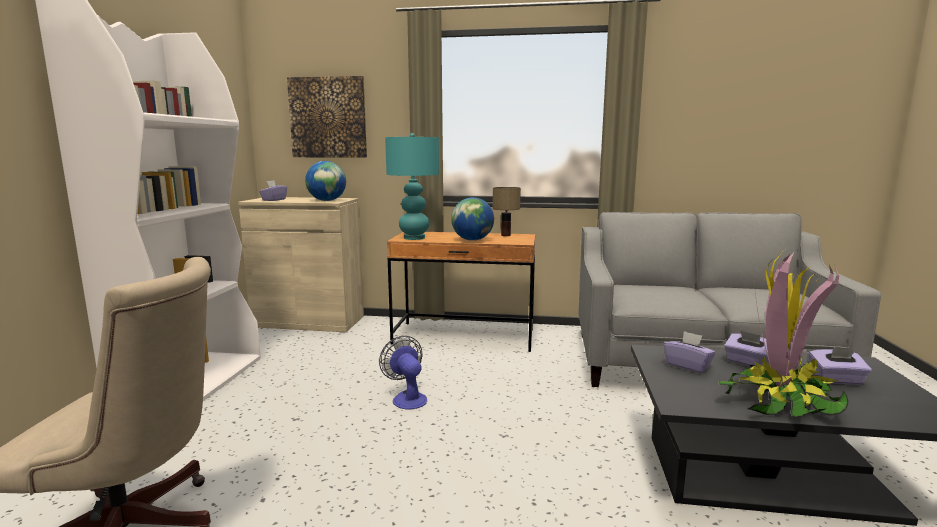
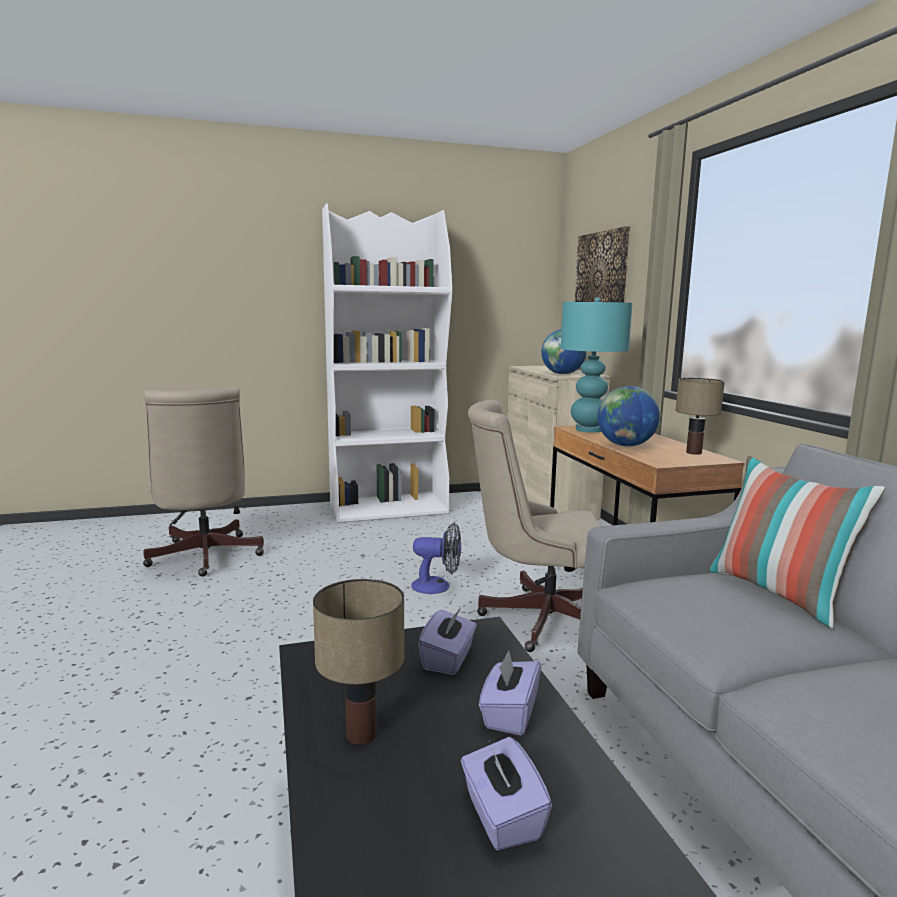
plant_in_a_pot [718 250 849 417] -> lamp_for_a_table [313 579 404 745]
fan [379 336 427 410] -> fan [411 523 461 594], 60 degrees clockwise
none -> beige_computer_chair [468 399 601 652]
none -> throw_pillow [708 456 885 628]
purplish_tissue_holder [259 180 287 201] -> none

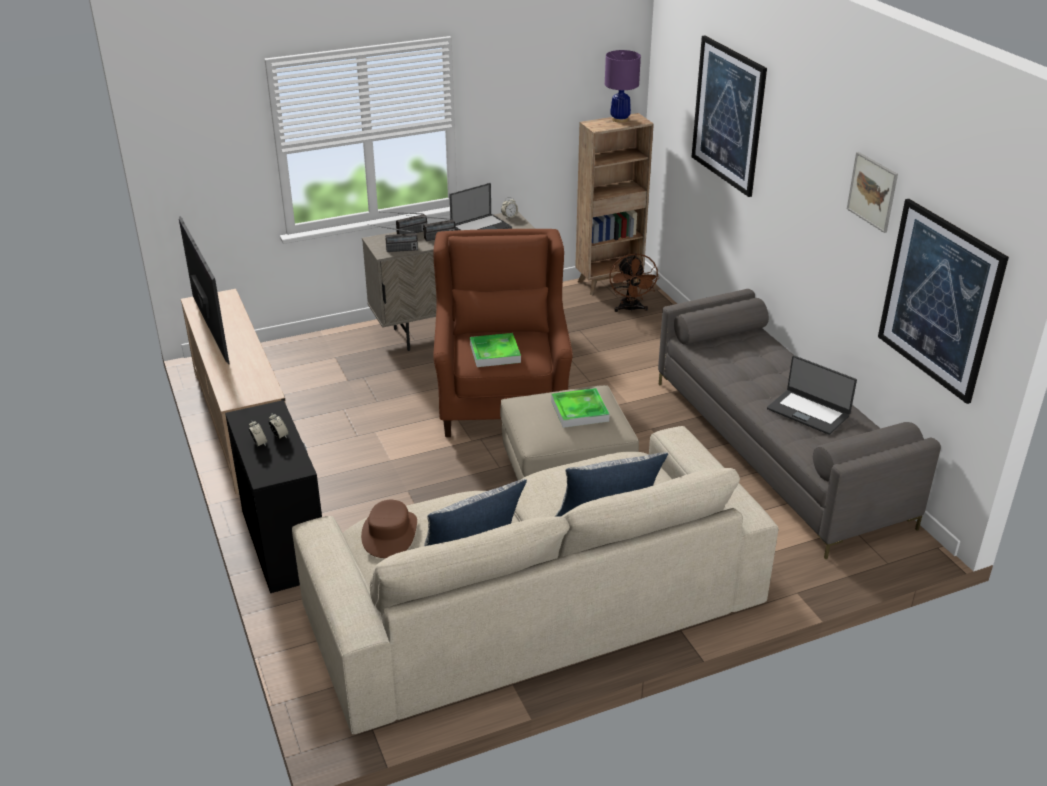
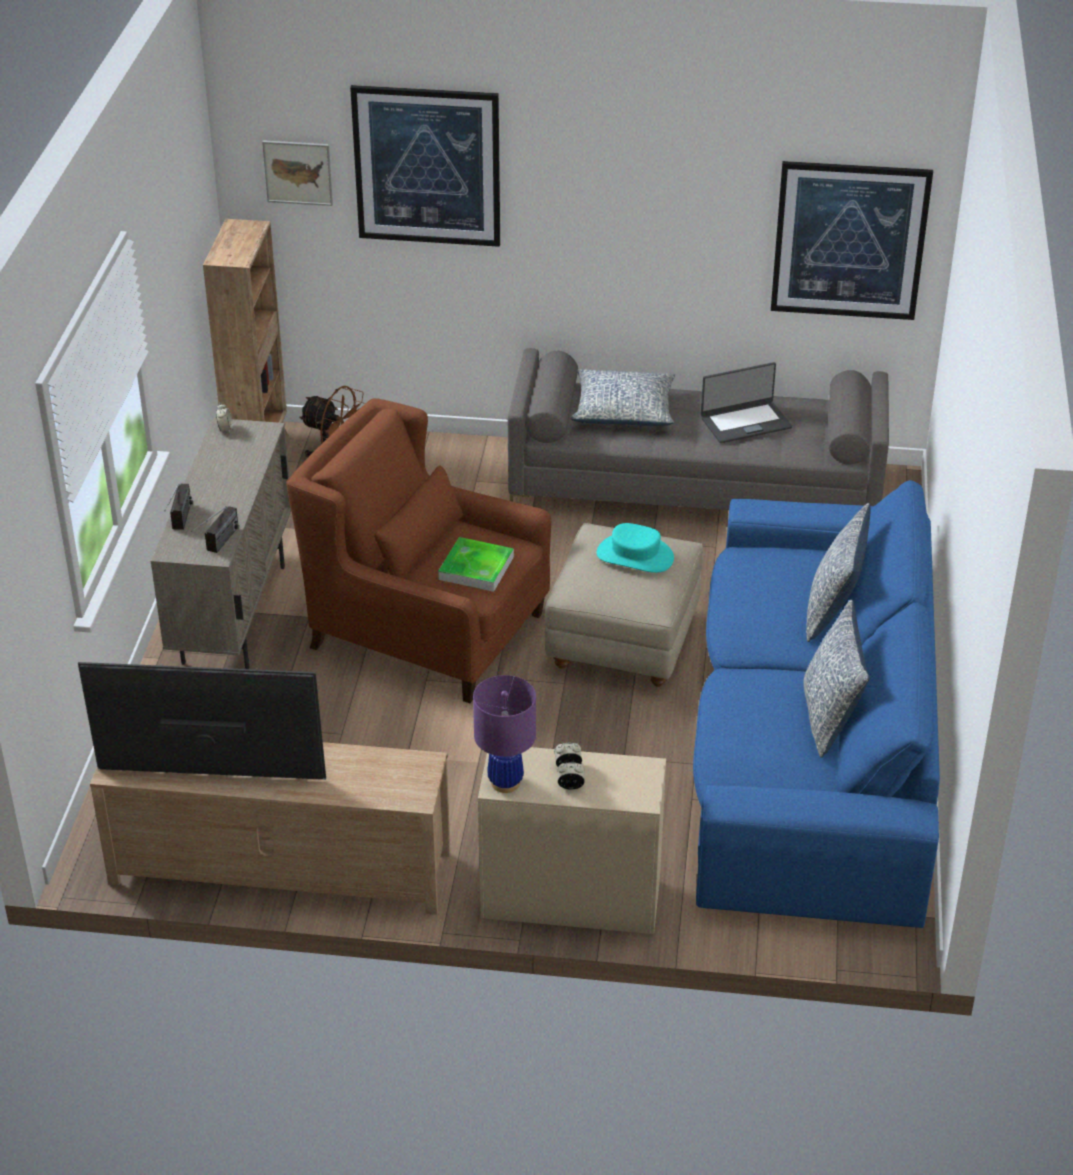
wall_picture [847 152 898 233] -> wall_picture [262 140 333 206], shifted
purplish_lamp_for_a_table [605 50 641 123] -> purplish_lamp_for_a_table [473 675 536 793], shifted
blackish_dresser [225 400 322 593] -> beige_dresser [478 747 666 934]
none -> throw_pillow [571 369 676 426]
serving_tray [551 388 610 428] -> turquoise-coloured_hat [597 523 674 573]
beige_couch [292 426 779 734] -> blue_couch [693 480 940 928]
brown-coloured_hat [361 500 417 558] -> none
radio_set [415 216 455 241] -> none
notebook_computer [449 183 512 230] -> none

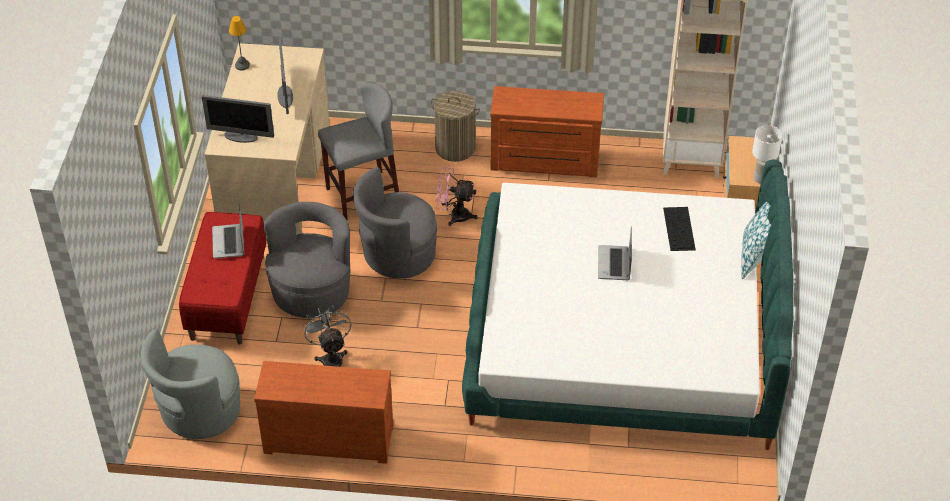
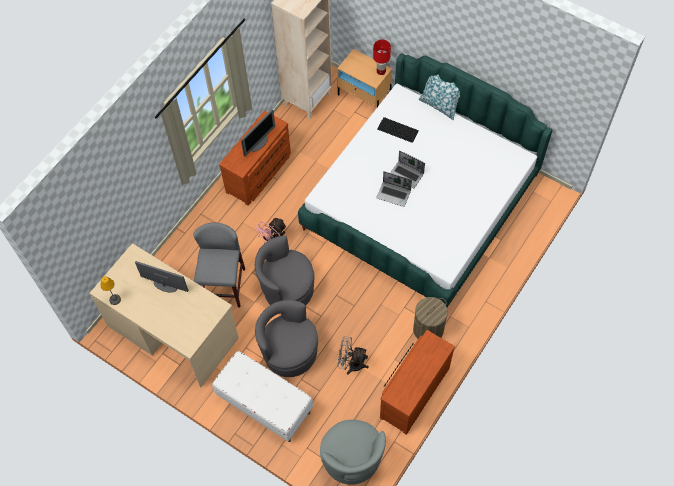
red-coloured_bench [179 212 267 344] -> white-coloured_bench [212 351 313 442]
monitor [202 95 274 143] -> monitor [241 109 275 157], shifted
greyish_armchair [353 167 437 279] -> greyish_armchair [255 236 315 305], 90 degrees clockwise
white-coloured_lamp_for_a_table [752 125 782 184] -> red-coloured_lamp_for_a_table [373 40 391 75]
notebook_computer [212 204 244 258] -> notebook_computer [376 171 412 207], shifted
hamper [430 91 480 162] -> hamper [413 297 448 339], shifted

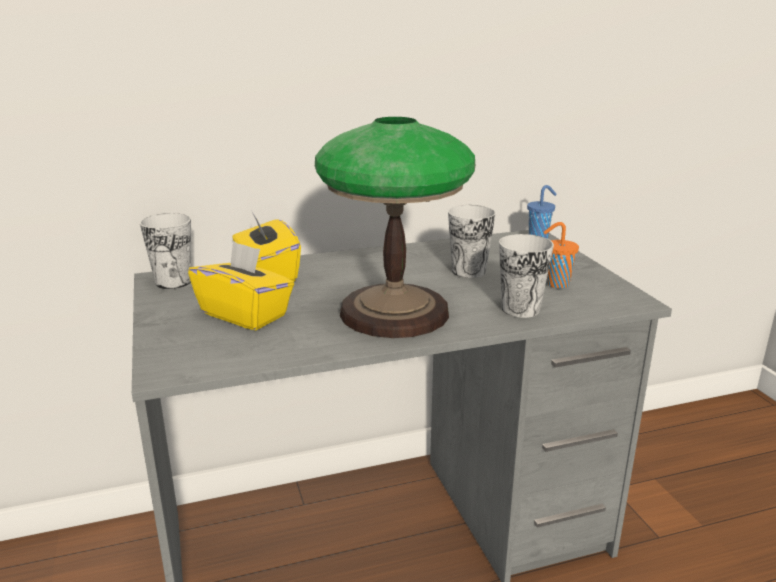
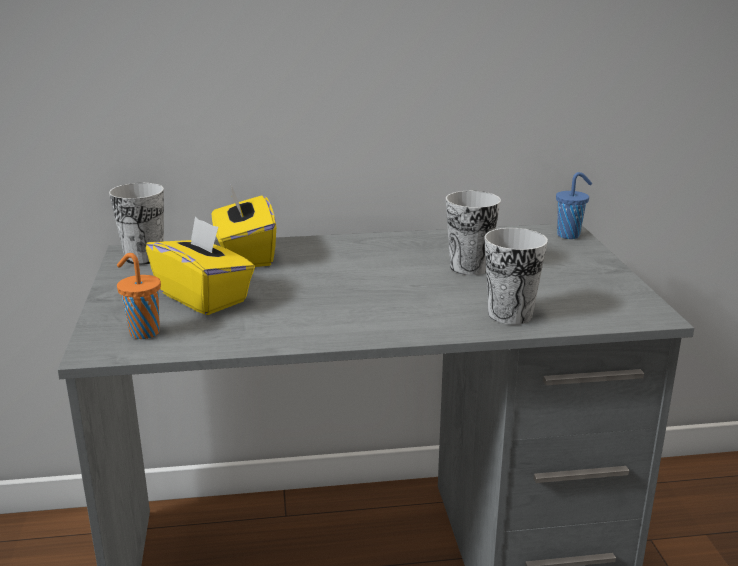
orangey_cup [543 222 579 288] -> orangey_cup [117 253 161 339], shifted
lamp_for_a_table [315 117 475 338] -> none

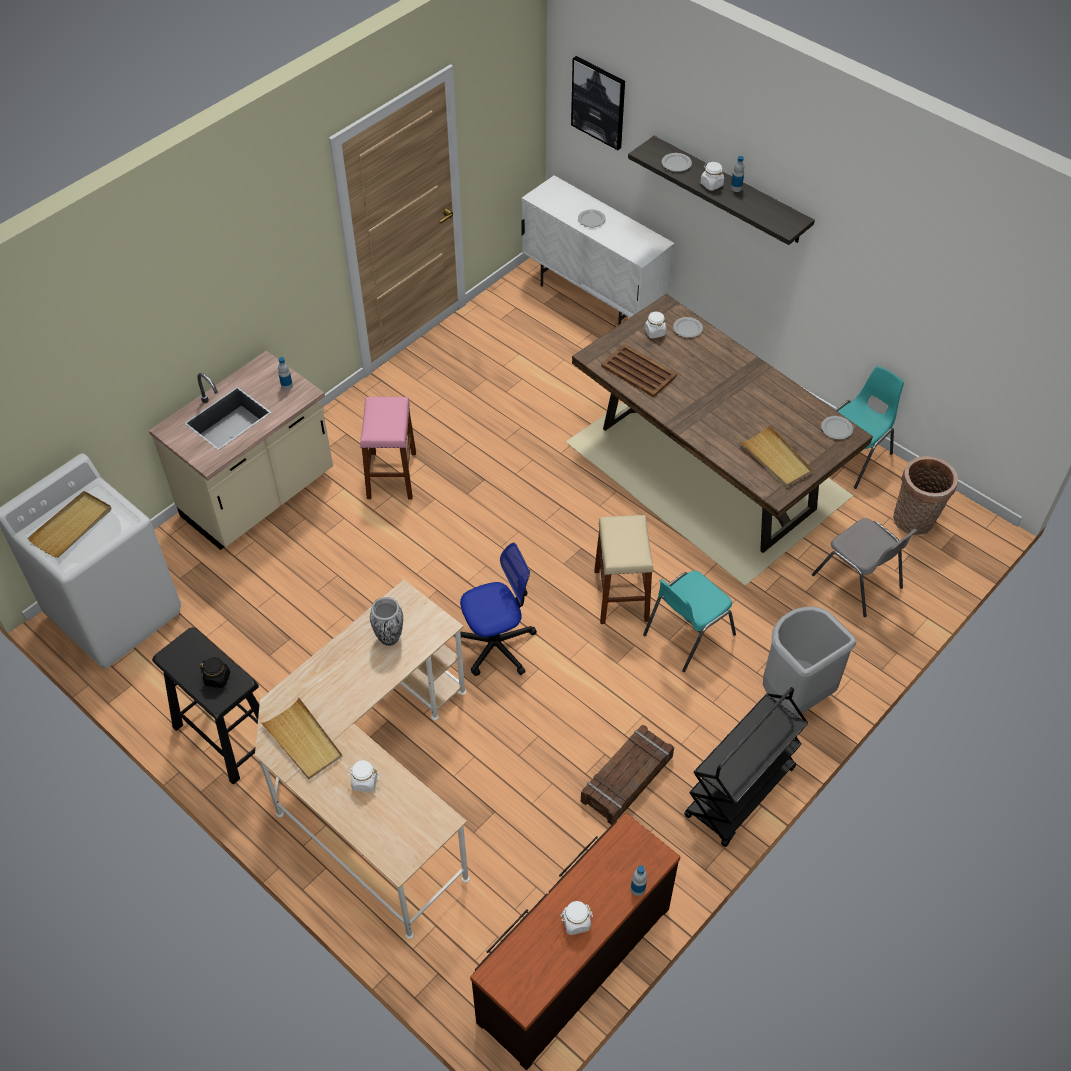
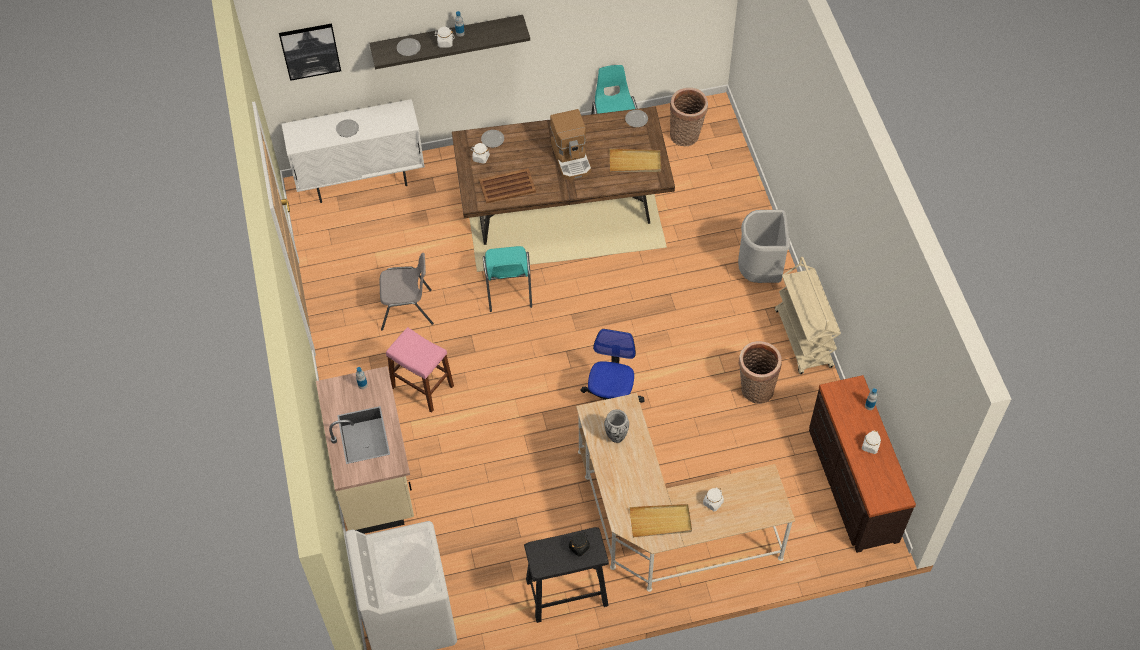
greyish_upright_chair [812 518 917 617] -> greyish_upright_chair [379 253 434 331], shifted
turquoise-coloured_upright_chair [643 571 736 672] -> turquoise-coloured_upright_chair [483 246 532 312], shifted
none -> coffee_maker [550 109 591 180]
shipping_crate [581 725 674 825] -> storage_basket [739 341 782 404]
blackish_cart [684 687 808 847] -> beige_cart [775 257 841 374]
beige_serving_tray [27 491 111 558] -> none
beige_sitting_stool [594 515 653 624] -> none

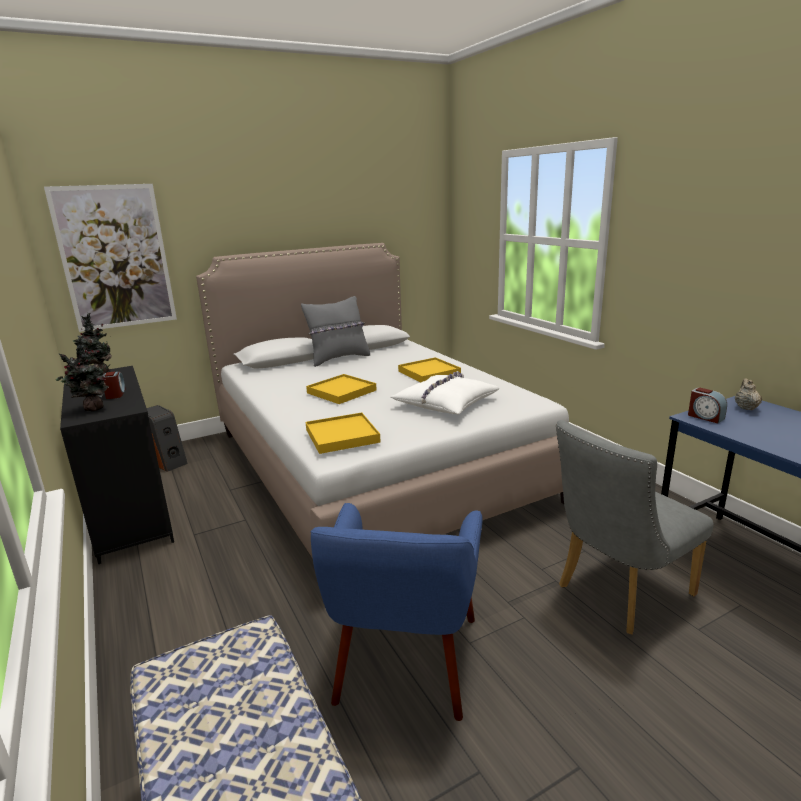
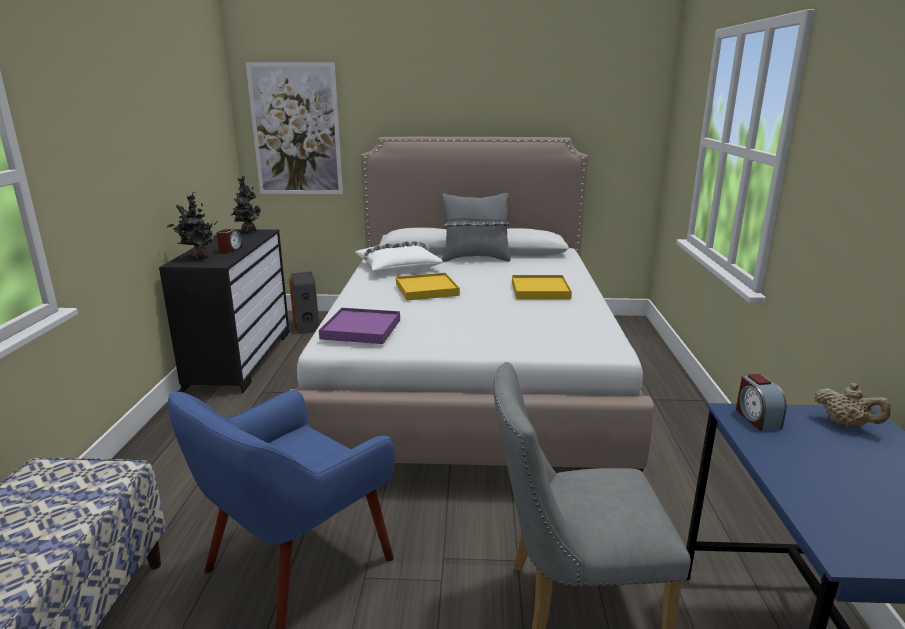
yellow_serving_tray [306 412 381 454] -> purplish_serving_tray [319 308 400 344]
white-coloured_throw_pillow [390 371 499 414] -> white-coloured_throw_pillow [355 241 443 272], shifted
beige_teapot [735 378 762 410] -> beige_teapot [814 383 891 427], 90 degrees clockwise

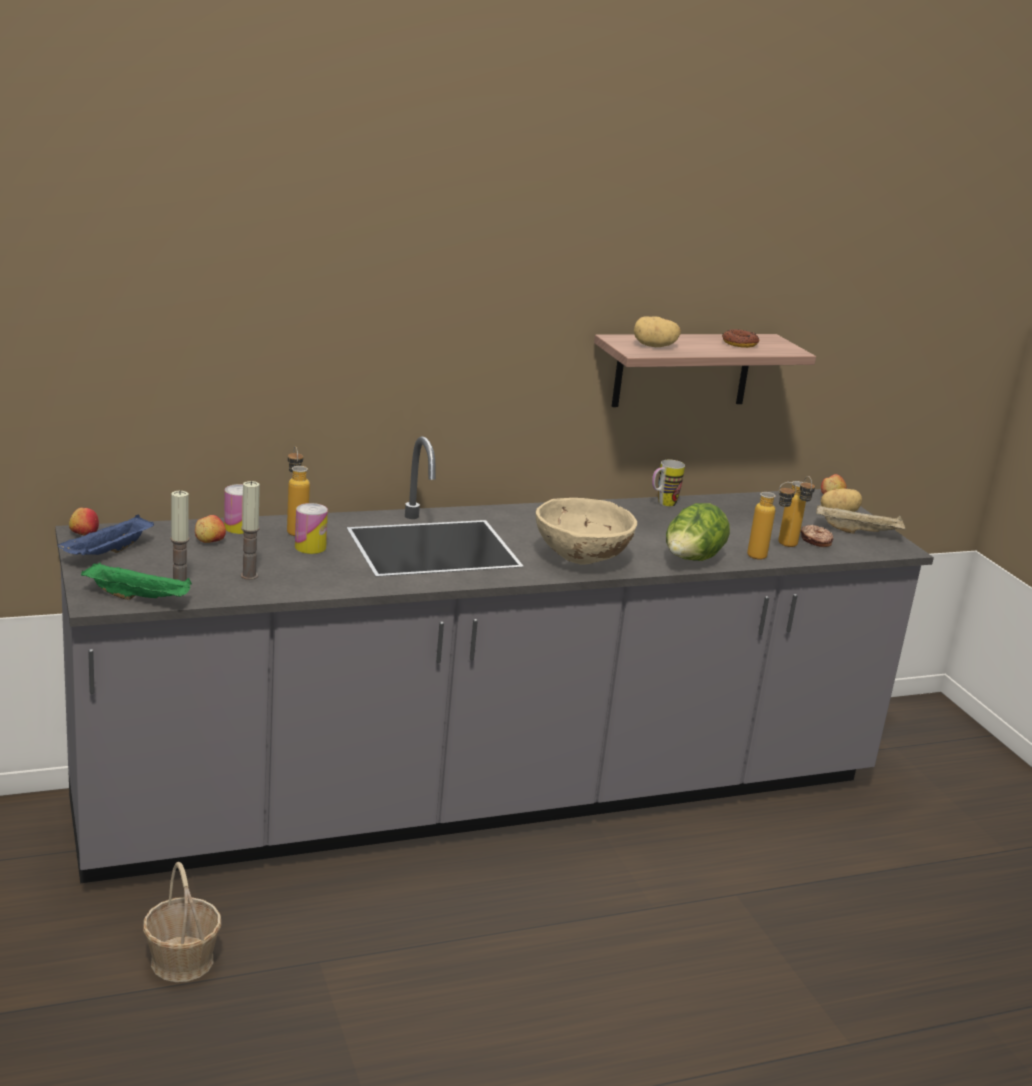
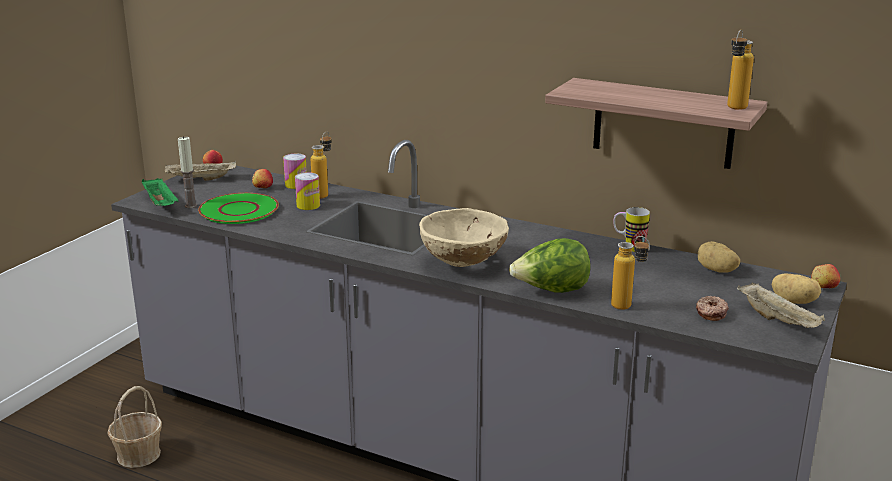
blue_serving_tray [58 515 154 555] -> beige_serving_tray [165 161 236 181]
wax_candle [241 481 260 580] -> green-coloured_dinner_plate [198 193 279 224]
spud [634 316 681 347] -> spud [698 241 740 273], shifted
drink_bottle [778 476 815 547] -> drink_bottle [727 30 754 110], shifted
ring_doughnut [722 329 759 348] -> none

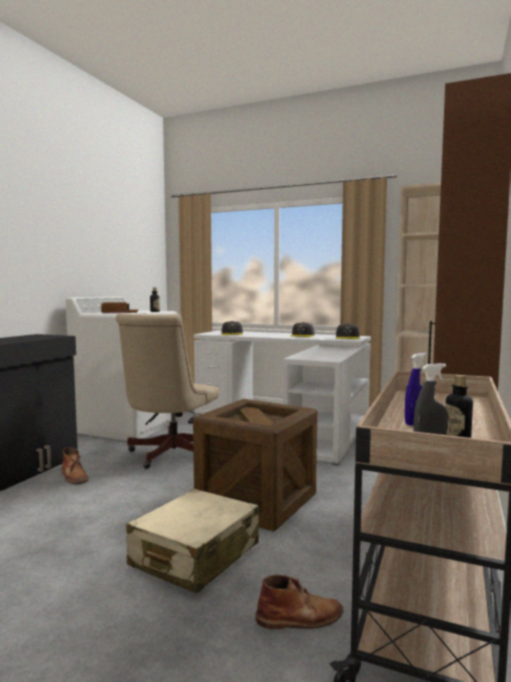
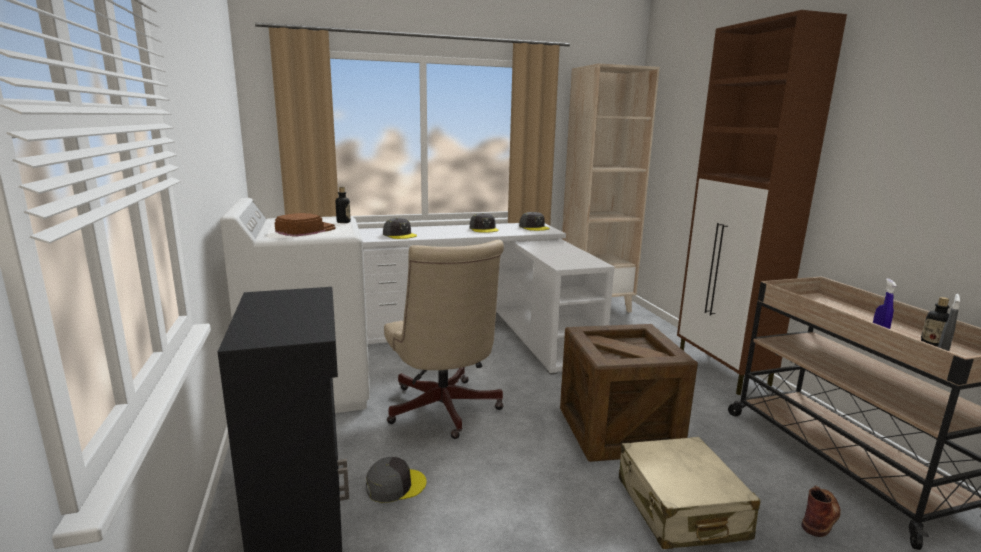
brown-coloured_tall_boot [61 447 89 484] -> greyish_cap [366 457 427 503]

